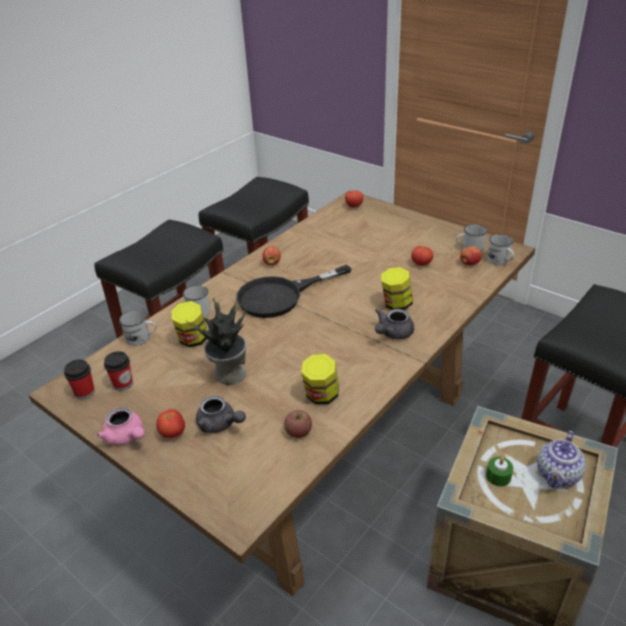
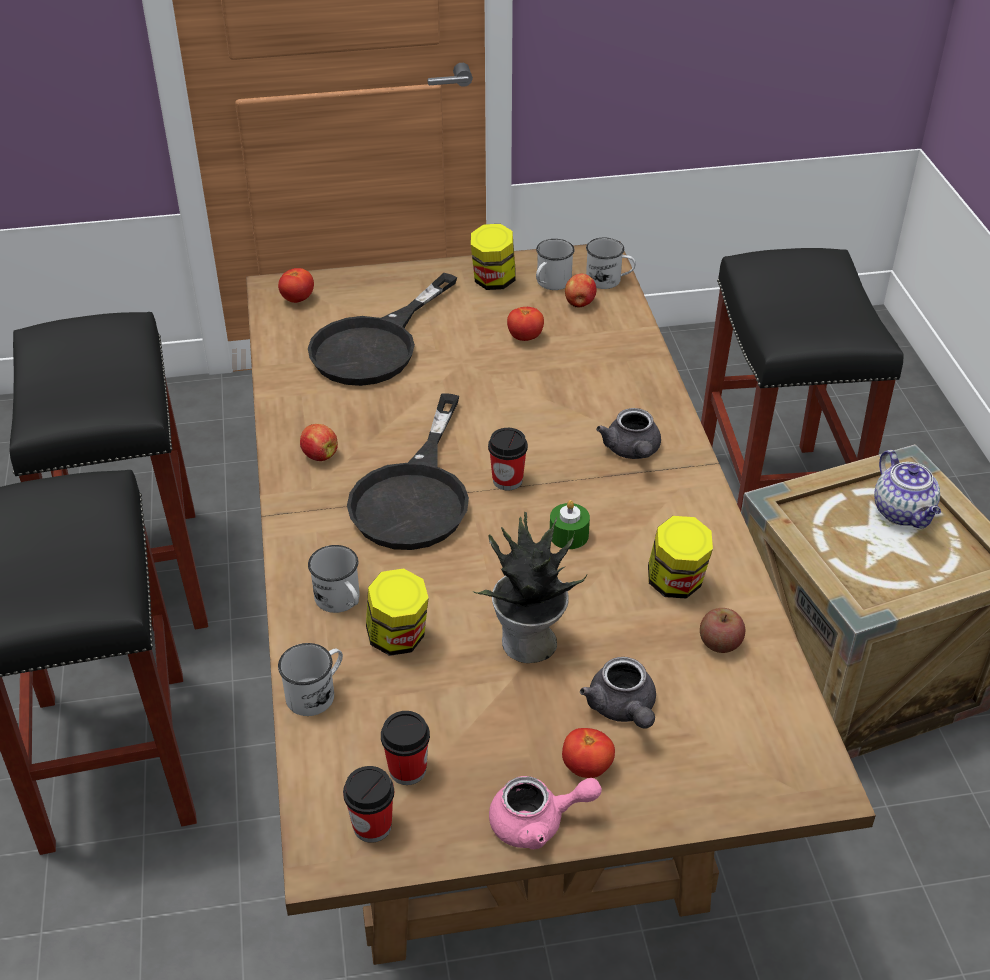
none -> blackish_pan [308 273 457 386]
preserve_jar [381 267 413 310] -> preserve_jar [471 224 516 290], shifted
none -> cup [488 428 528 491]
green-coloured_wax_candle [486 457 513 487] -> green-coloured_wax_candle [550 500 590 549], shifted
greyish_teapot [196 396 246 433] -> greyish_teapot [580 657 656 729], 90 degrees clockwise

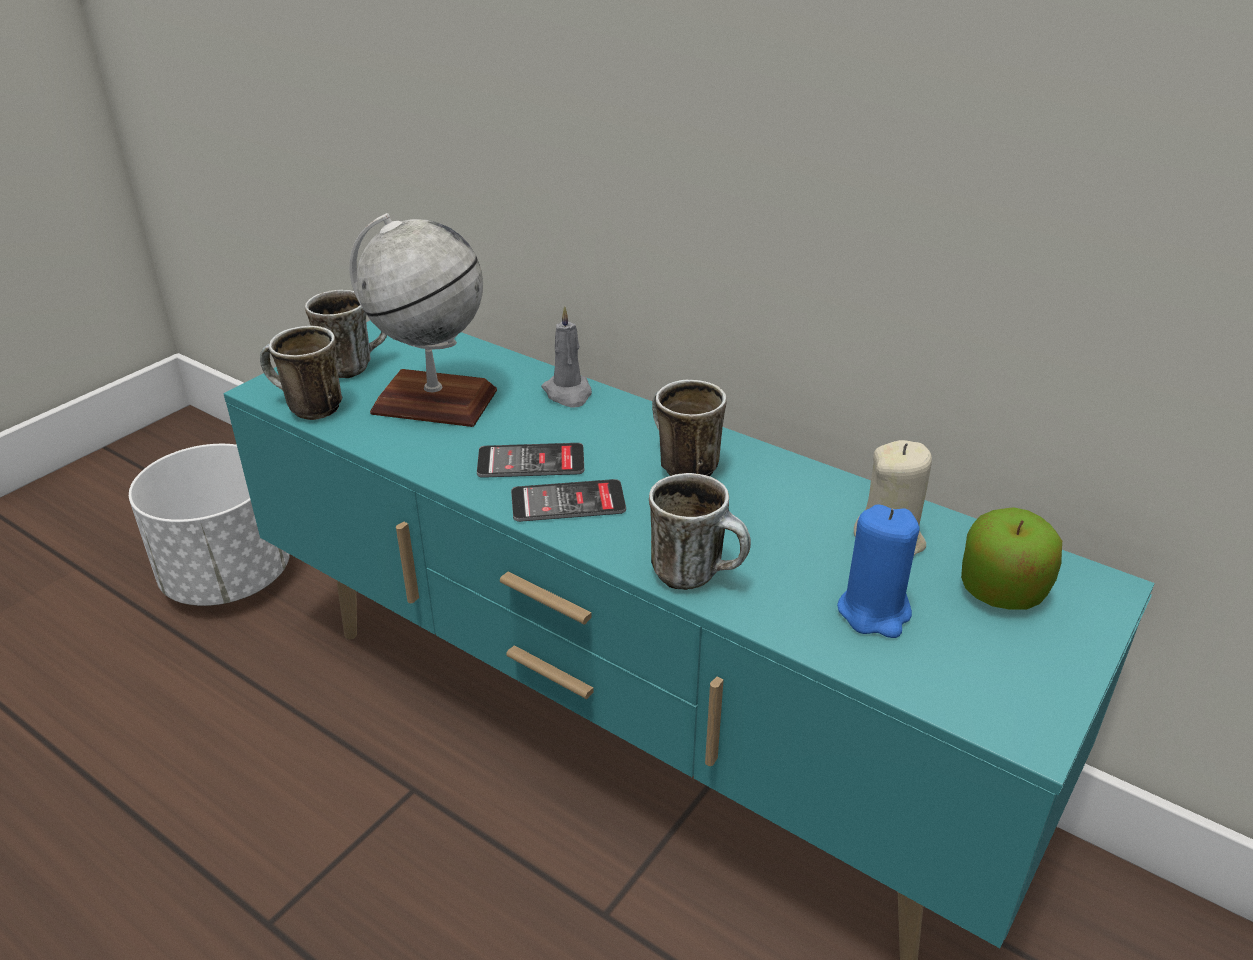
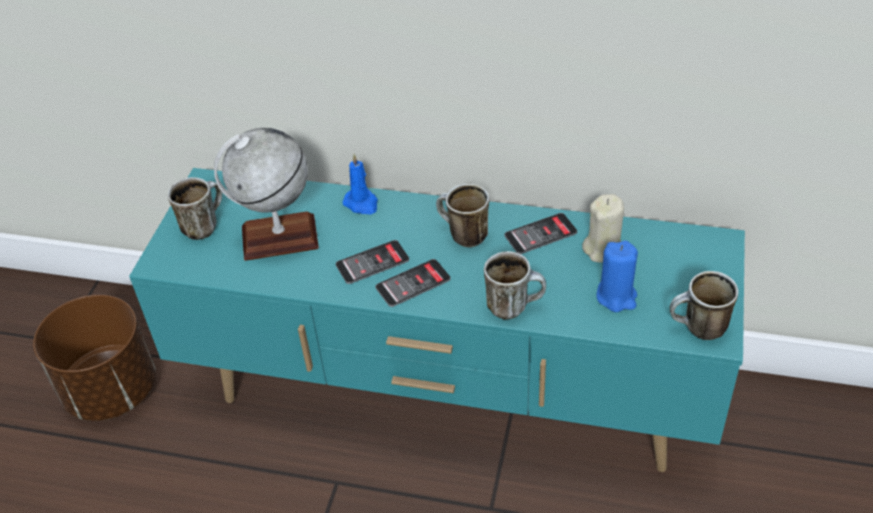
white-coloured_plant_pot [129 444 290 606] -> brown-coloured_plant_pot [33 295 156 421]
greyish_wax_candle [541 306 592 408] -> blue_wax_candle [342 154 378 214]
none -> phone [505 213 577 254]
coffee_mug [260 326 342 420] -> coffee_mug [669 271 738 340], shifted
apple_fruit [961 507 1062 610] -> none

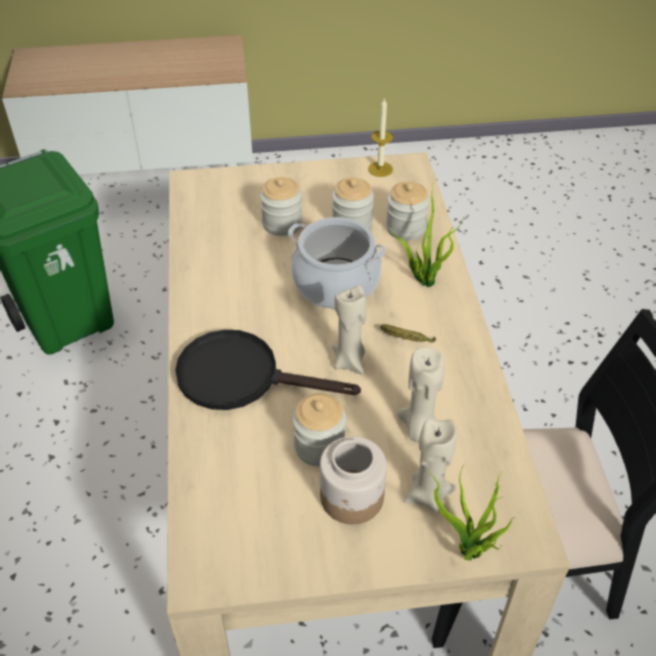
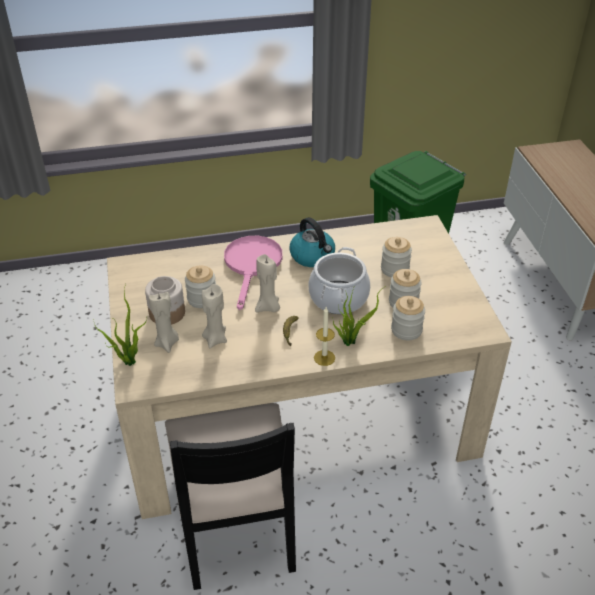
blackish_pan [175 330 361 410] -> pinkish_pan [224 236 282 310]
none -> tea_kettle [289 217 335 267]
wax_candle [368 98 393 177] -> wax_candle [314 307 335 366], shifted

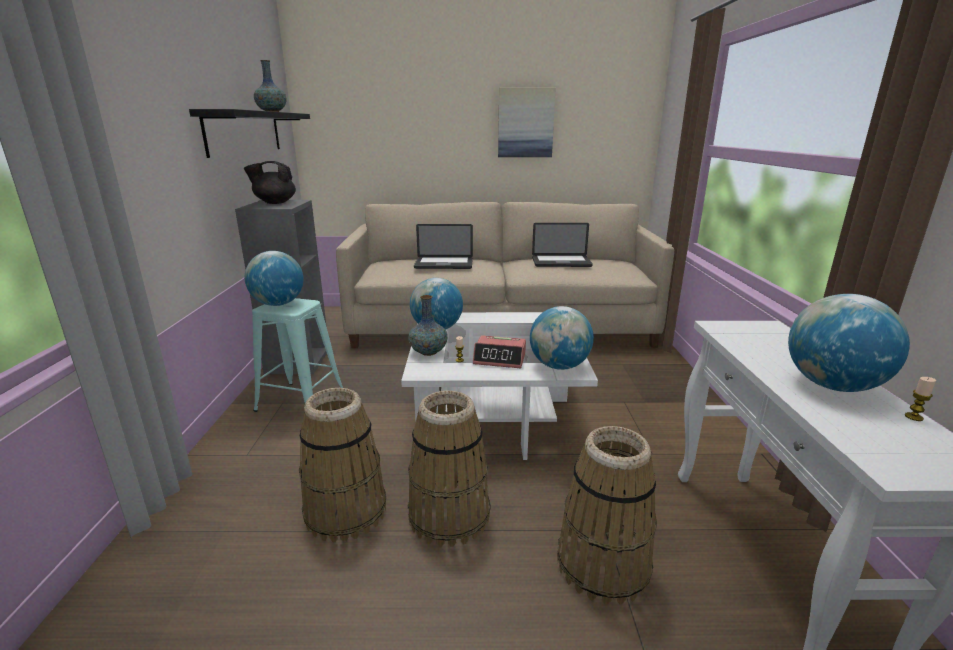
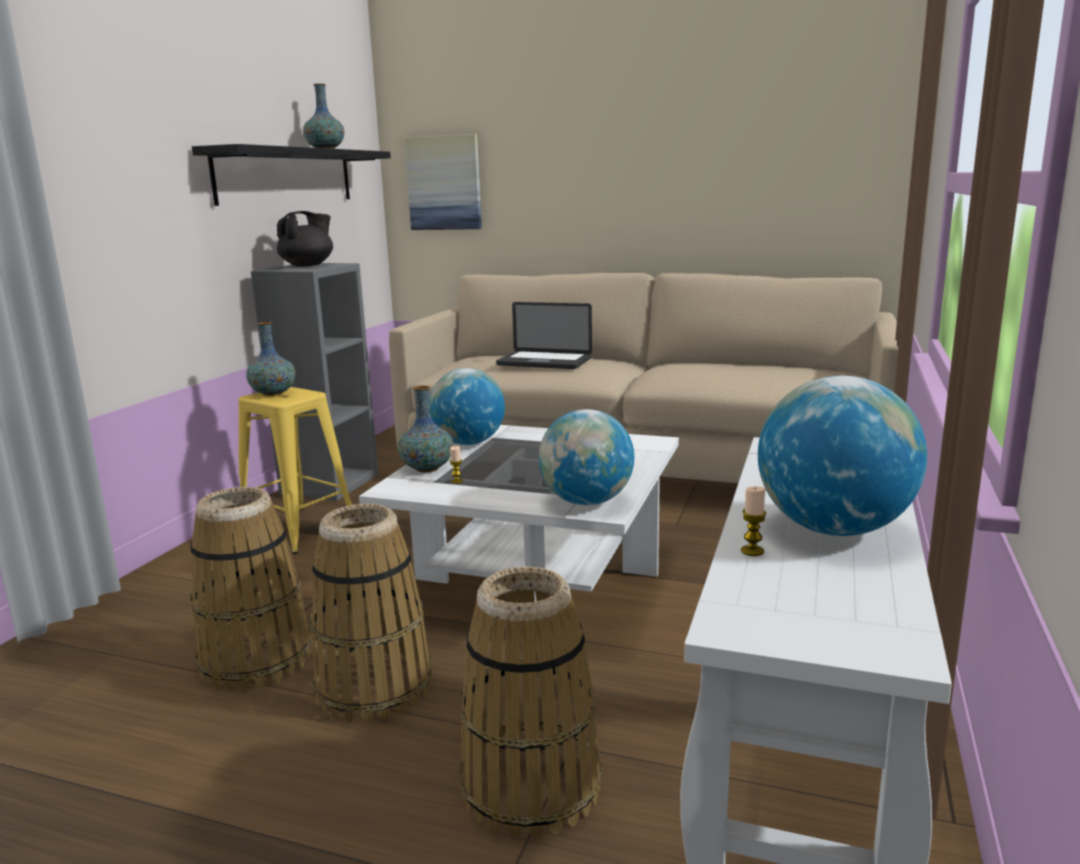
turquoise-coloured_sitting_stool [252 298 343 412] -> yellow_sitting_stool [238 387 355 554]
globe [245 251 303 306] -> flower_vase [246 322 296 396]
blackish_teapot [244 161 296 204] -> blackish_teapot [277 211 333 267], 120 degrees clockwise
wall_picture [498 88 556 157] -> wall_picture [405 134 482 230], shifted
wax_candle [905 377 936 421] -> wax_candle [741 486 766 556], shifted
table_clock [473 335 526 368] -> none
notebook_computer [532 223 593 267] -> none

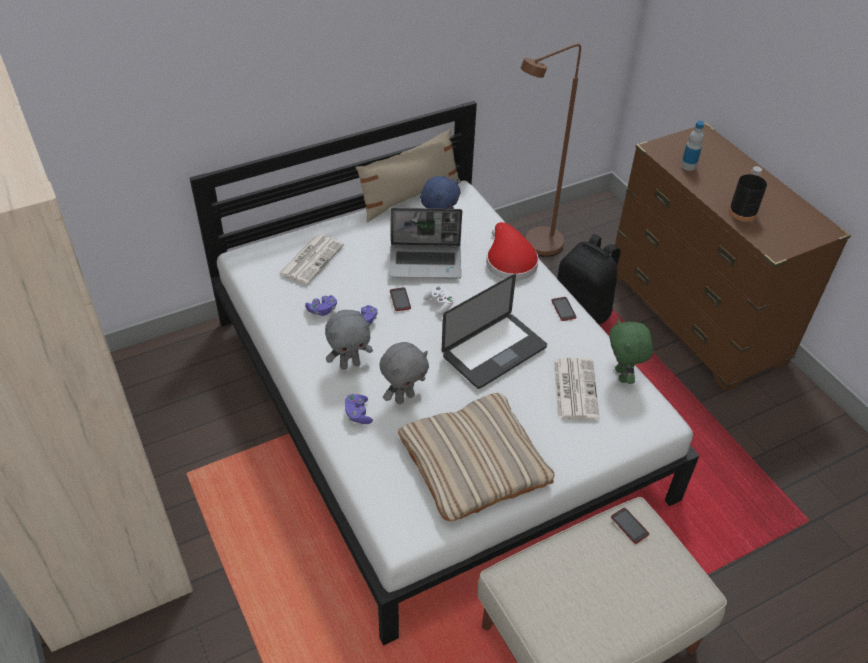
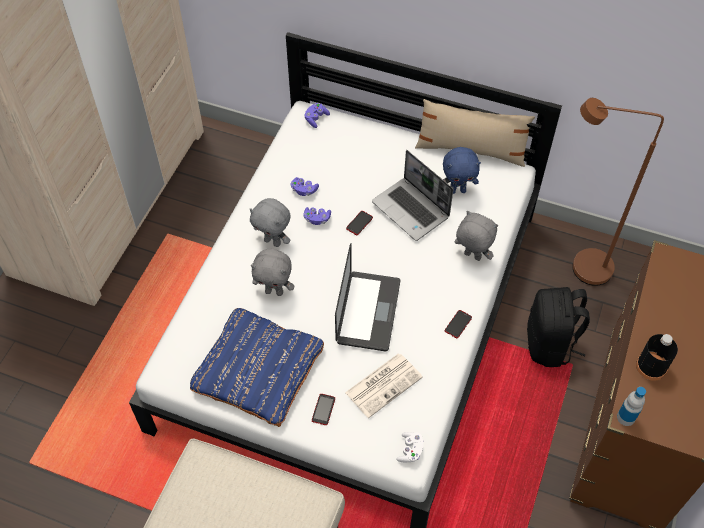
beige_throw_pillow [398 393 555 521] -> blue_throw_pillow [190 308 324 427]
purplish_joypad [345 394 373 424] -> purplish_joypad [304 103 330 128], shifted
phone [611 508 649 544] -> phone [312 394 335 425], shifted
notebook_computer [442 274 547 389] -> notebook_computer [335 243 400 351], 90 degrees counterclockwise
white-coloured_joypad [423 285 454 315] -> white-coloured_joypad [396 432 423 463], shifted
red-coloured_hat [486 222 539 280] -> greyish_cuddly_toy [455 211 498 261]
drink_bottle [681 121 704 171] -> drink_bottle [617 387 646 426], shifted
daily_paper [279 234 344 285] -> none
green-coloured_cuddly_toy [609 318 653 384] -> none

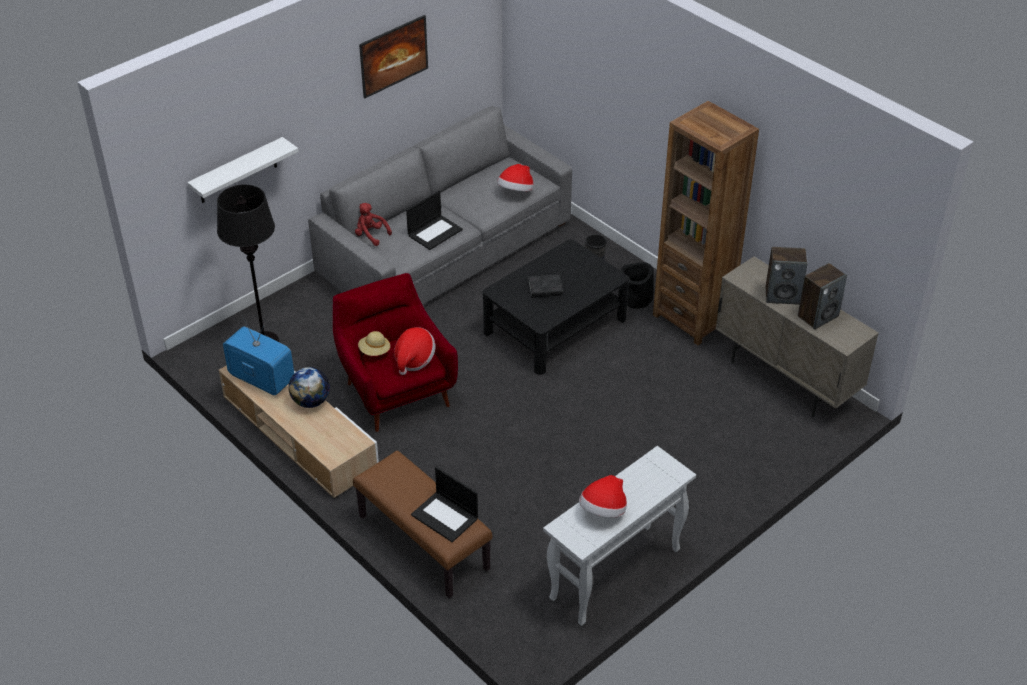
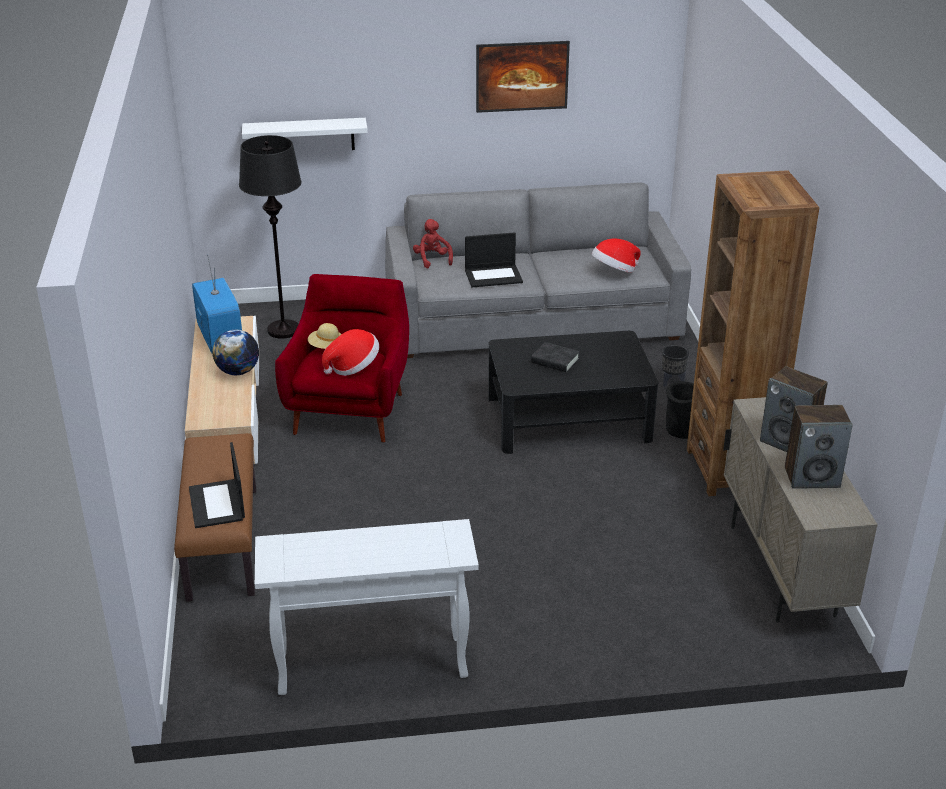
hat [579 475 627 518] -> none

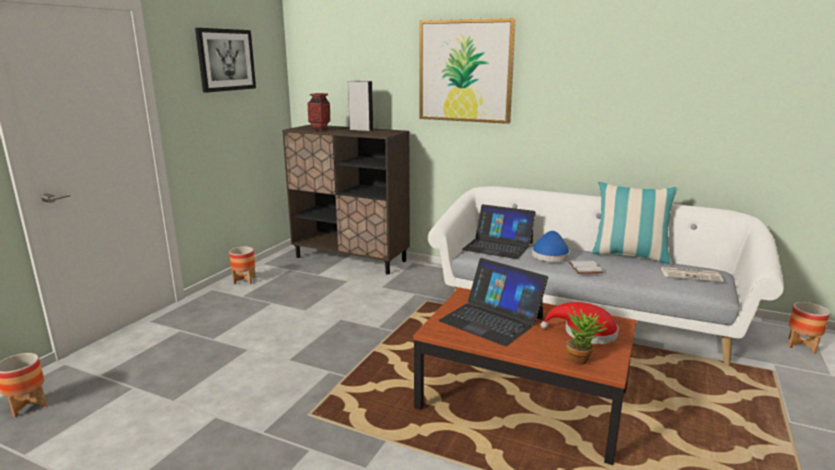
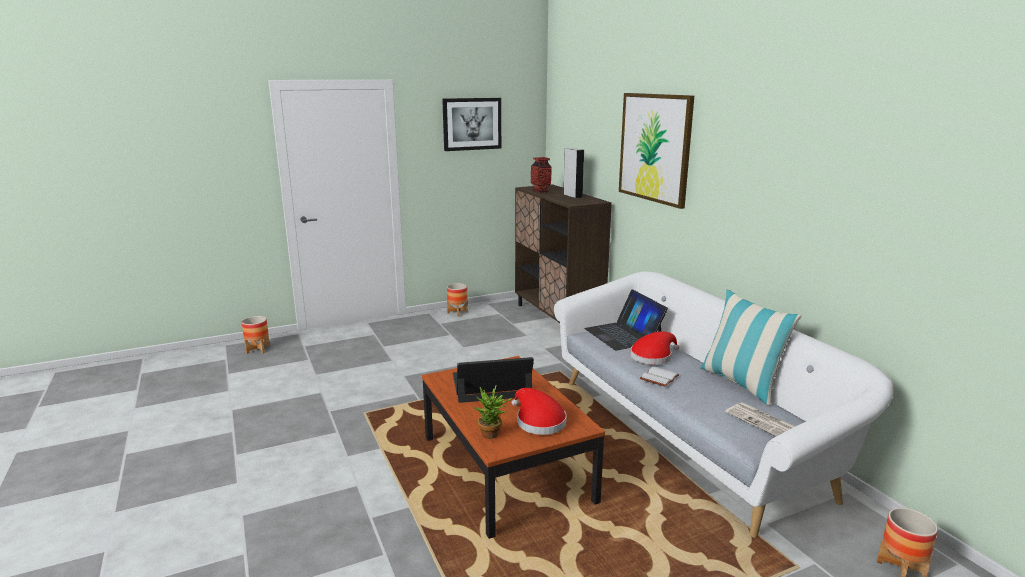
notebook_computer [438 258 548 346] -> notebook_computer [453 357 534 403], 90 degrees clockwise
blue_hat [532 231 570 262] -> red-coloured_hat [630 331 679 365]

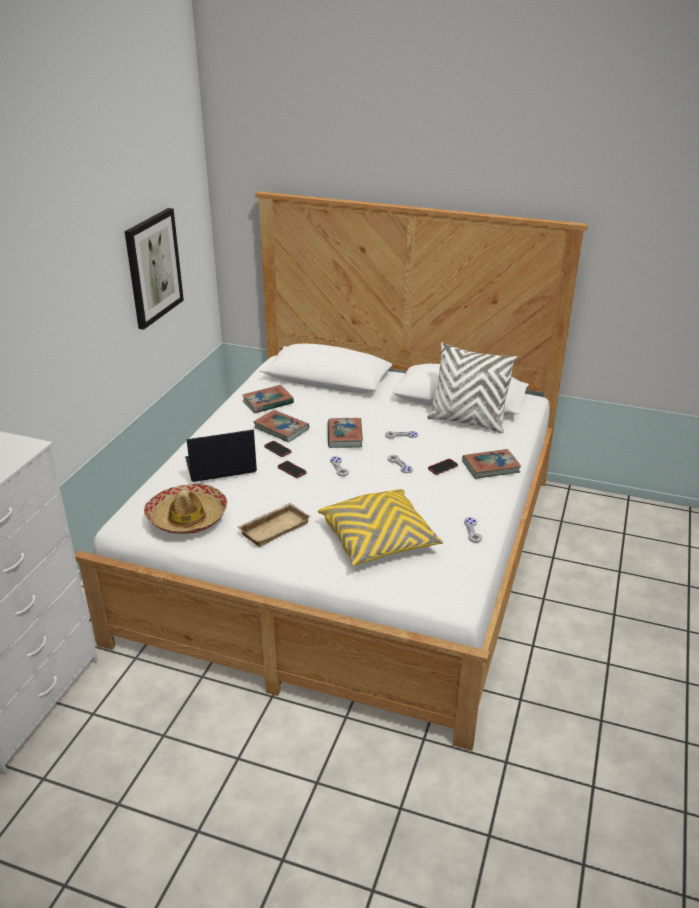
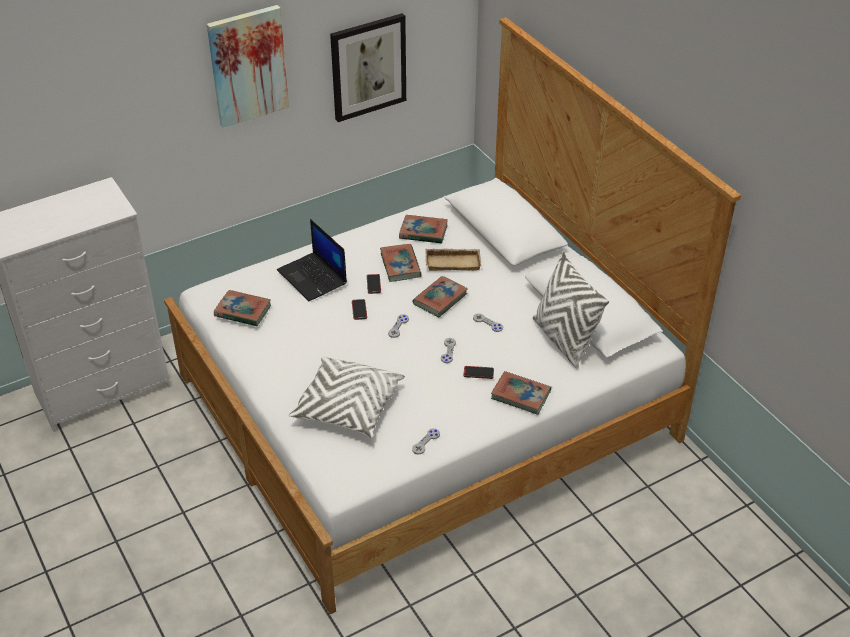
none -> wall_picture [207 5 289 128]
hat [144 484 227 534] -> book [214 290 271 326]
notebook_computer [185 429 257 482] -> notebook_computer [277 219 347 301], 150 degrees counterclockwise
yellow_throw_pillow [318 489 443 566] -> white-coloured_throw_pillow [289 357 405 438]
beige_serving_tray [238 503 311 547] -> beige_serving_tray [425 248 481 271], shifted

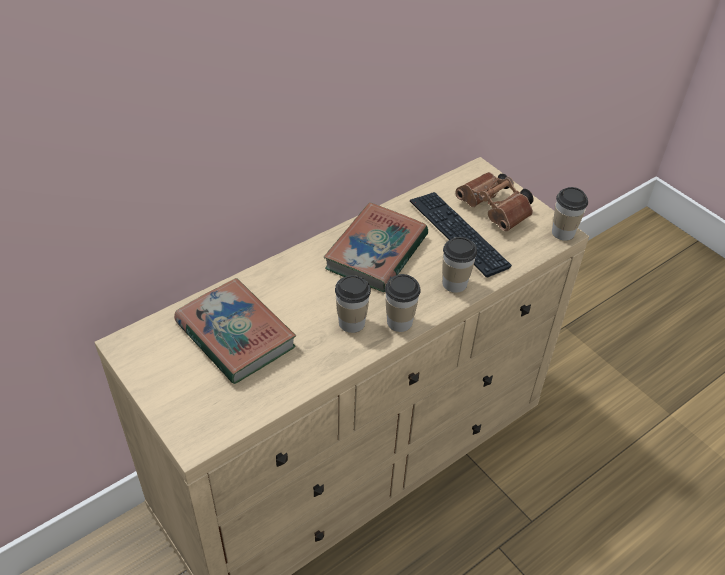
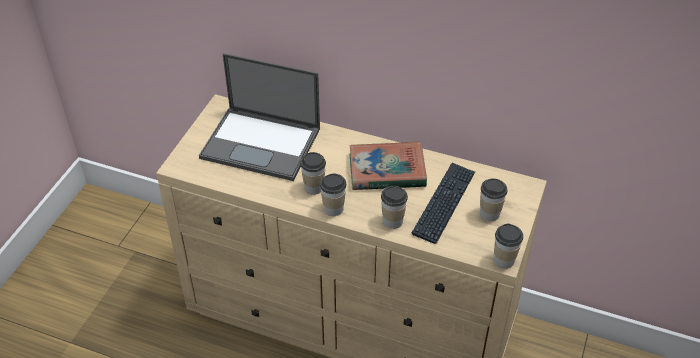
book [174 278 296 384] -> notebook_computer [199 53 320 181]
brown-coloured_binoculars [455 172 534 232] -> cup [480 178 507 221]

